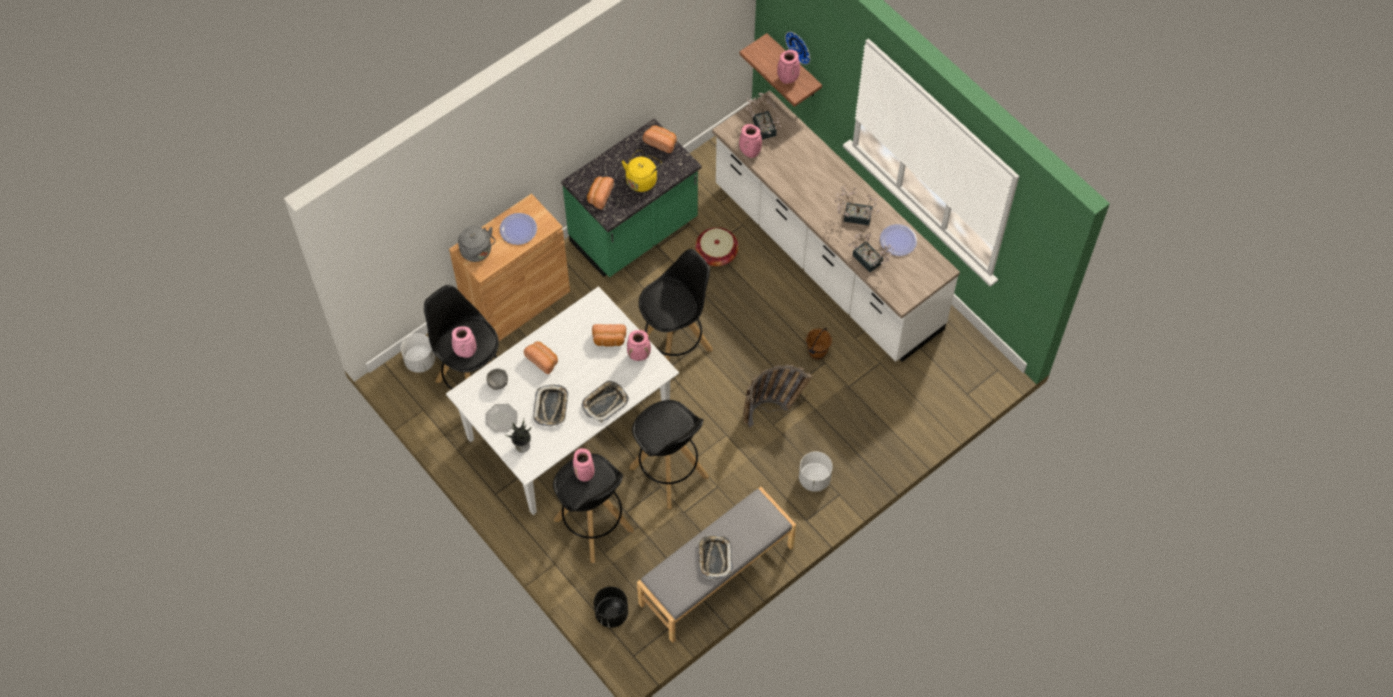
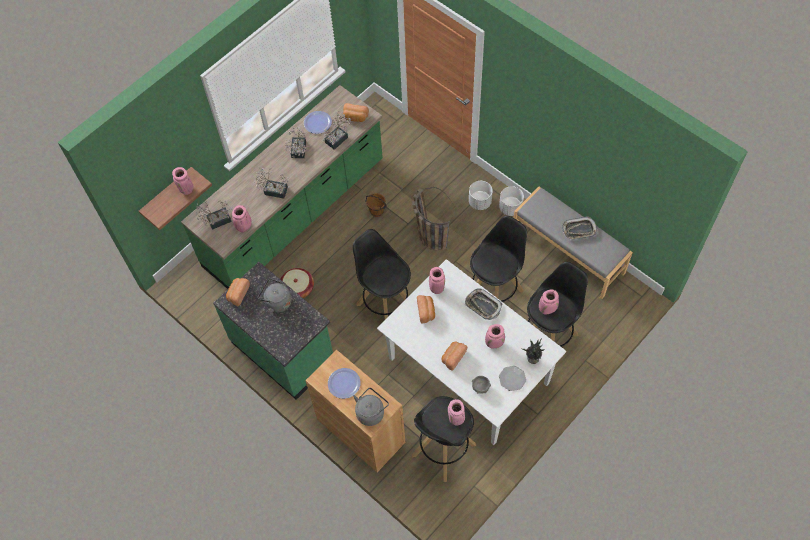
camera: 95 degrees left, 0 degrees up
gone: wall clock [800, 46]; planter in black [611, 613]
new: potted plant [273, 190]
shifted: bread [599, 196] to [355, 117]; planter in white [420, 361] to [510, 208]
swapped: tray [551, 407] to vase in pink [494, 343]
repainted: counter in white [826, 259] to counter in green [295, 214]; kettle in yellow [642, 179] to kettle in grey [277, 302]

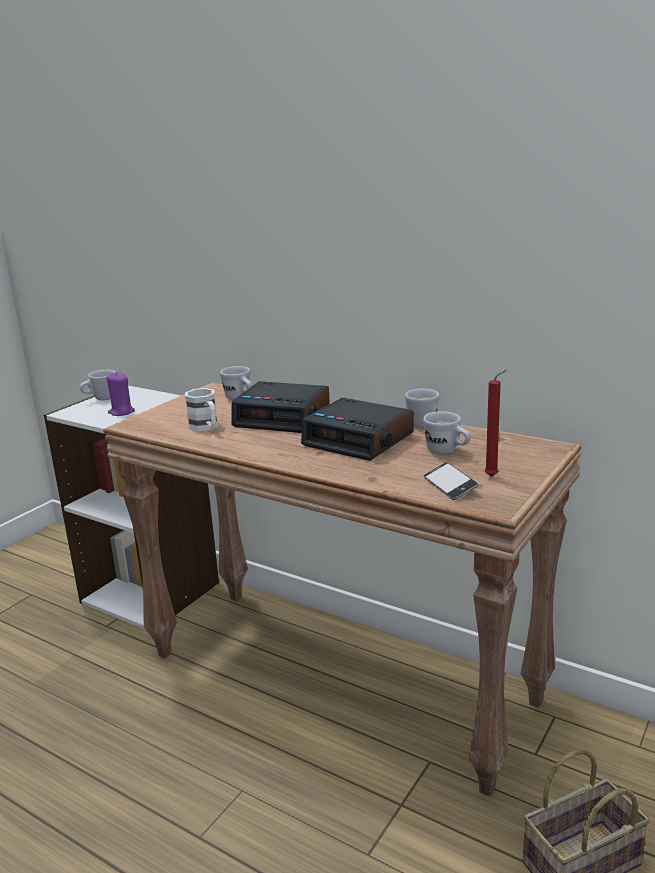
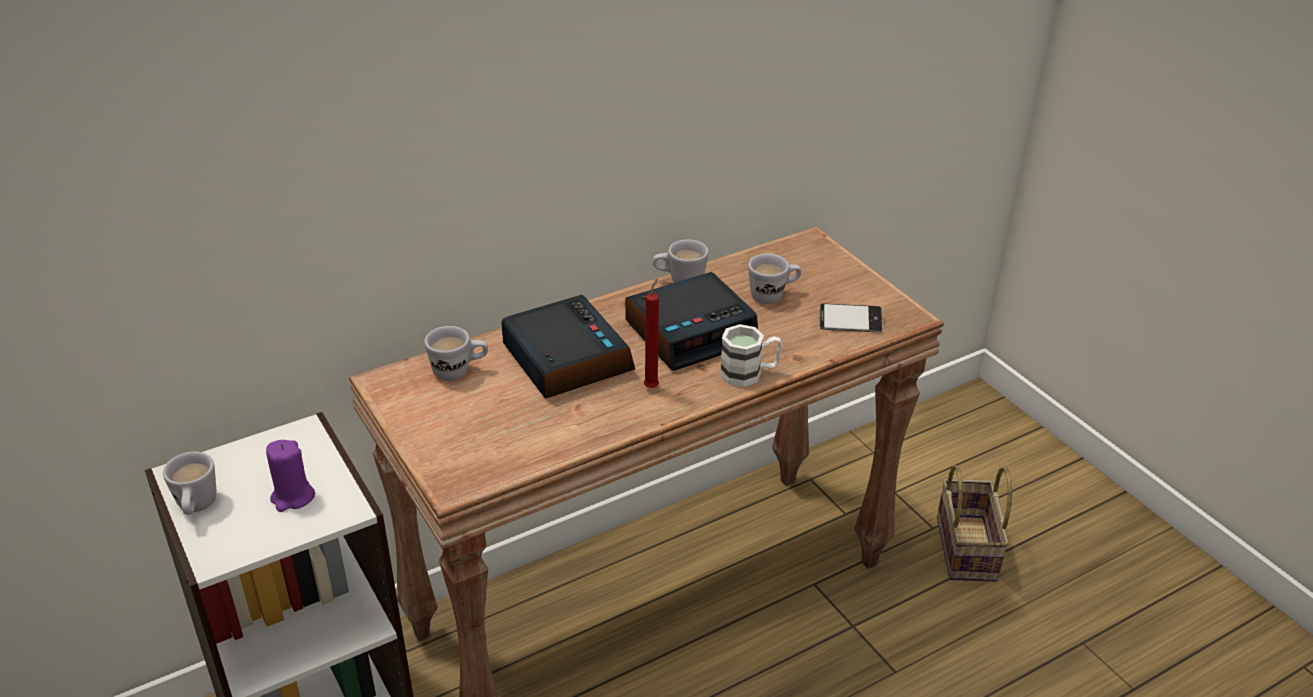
camera: 65 degrees left, 15 degrees up
shifted: candle in red [493, 476] to [652, 386]; mug in white [206, 427] to [749, 373]
rotated: alarm clock [283, 417] = [565, 358] 75 degrees counterclockwise

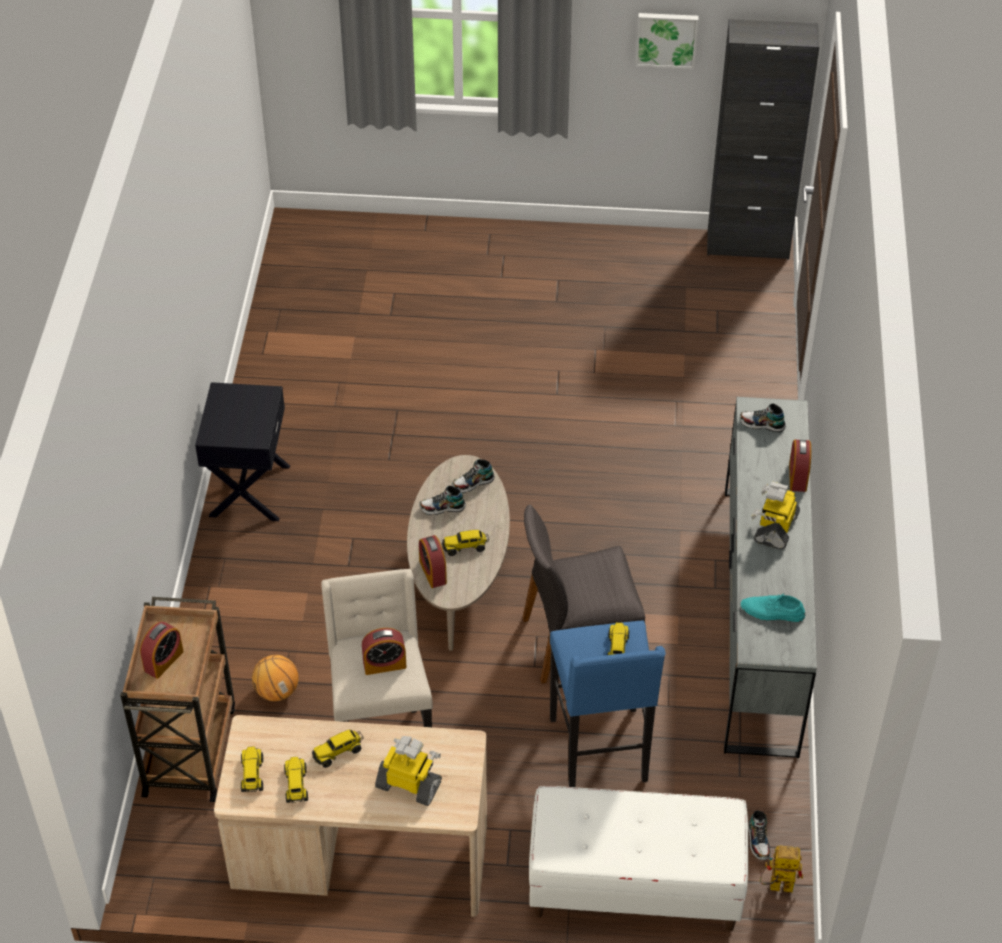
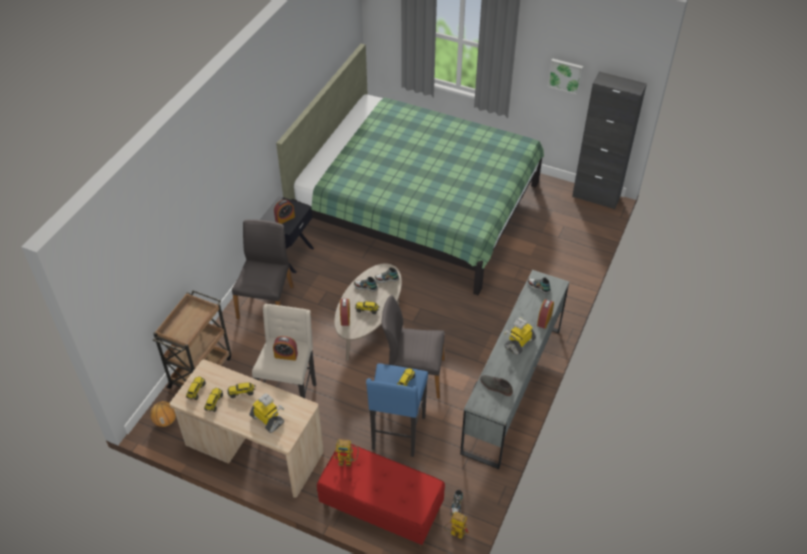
camera: 20 degrees right, 0 degrees up
new: bed in green [417, 207]; chair in grey [267, 302]; toy robot [348, 461]
shifted: alarm clock [163, 661] to [285, 218]; basketball [276, 691] to [165, 421]
repainted: shoe in turquoise [772, 612] to shoe in grey [496, 386]; bench in white [634, 886] to bench in red [381, 509]

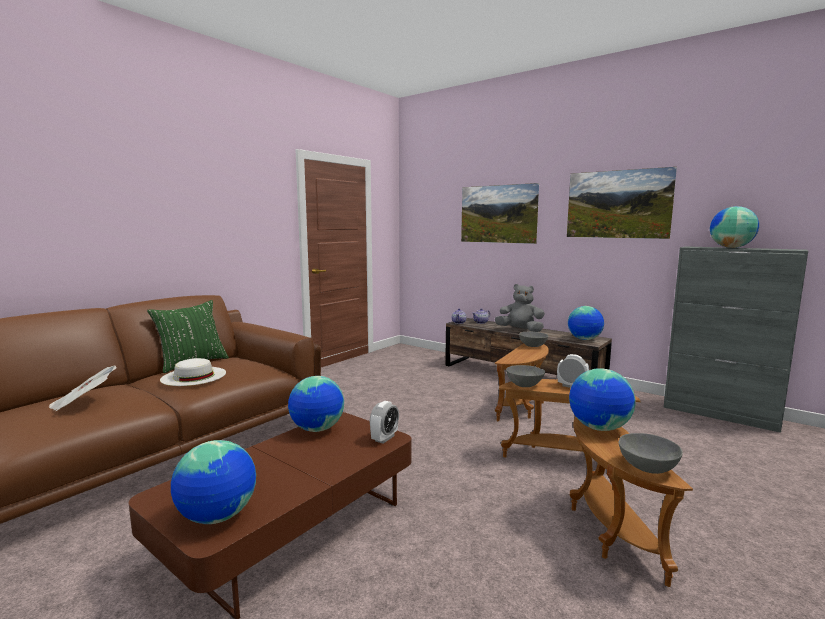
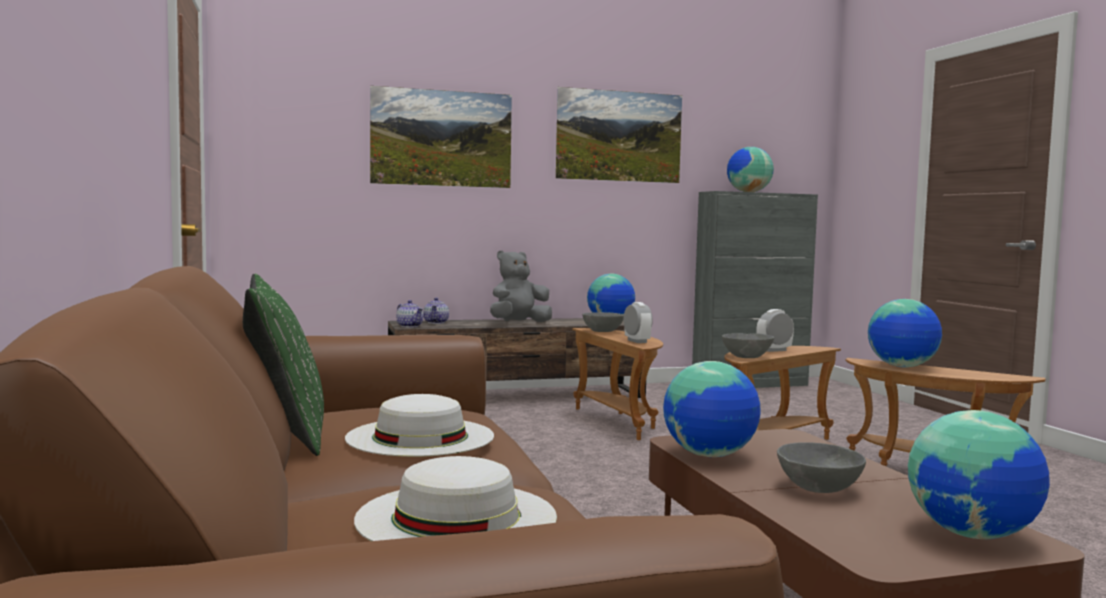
camera: 55 degrees left, 5 degrees down
shifted: alarm clock [384, 438] to [637, 341]; bowl in grey [647, 467] to [819, 488]
swapped: newspaper [83, 403] to hat in white [456, 517]

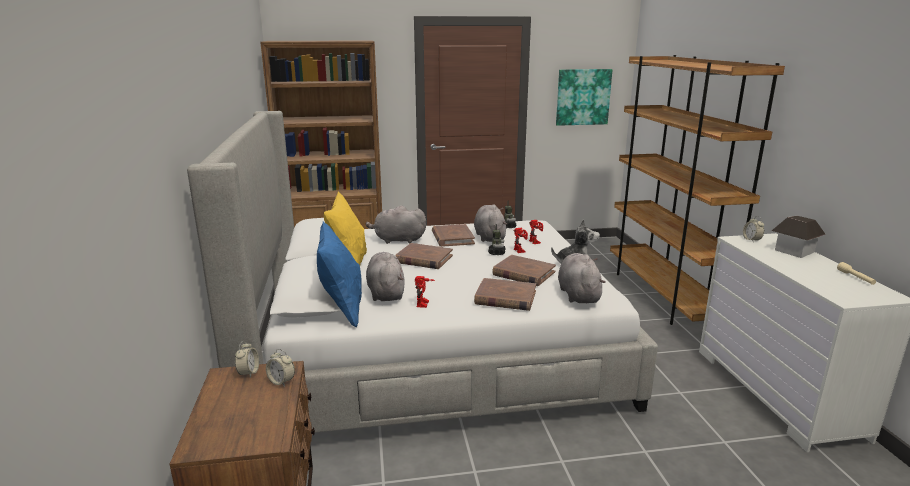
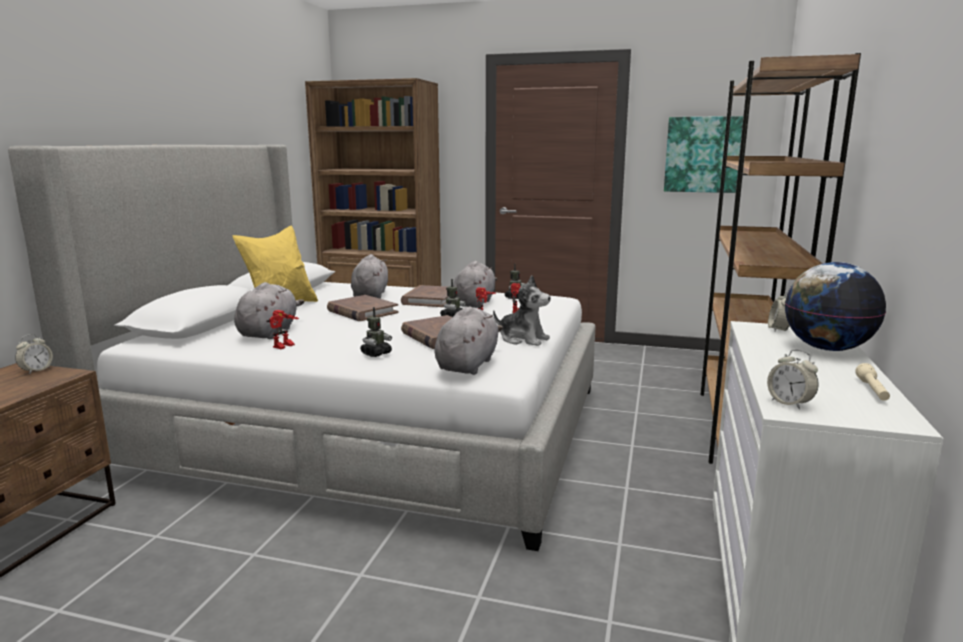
camera: 25 degrees right, 5 degrees down
gone: pillow in blue [342, 309]
shifted: alarm clock [281, 381] to [789, 403]
swapped: toy house [794, 251] to globe [827, 348]; book in brown [505, 298] to toy robot [376, 354]
rotated: plush toy in grey [397, 240] = [370, 295] 60 degrees clockwise

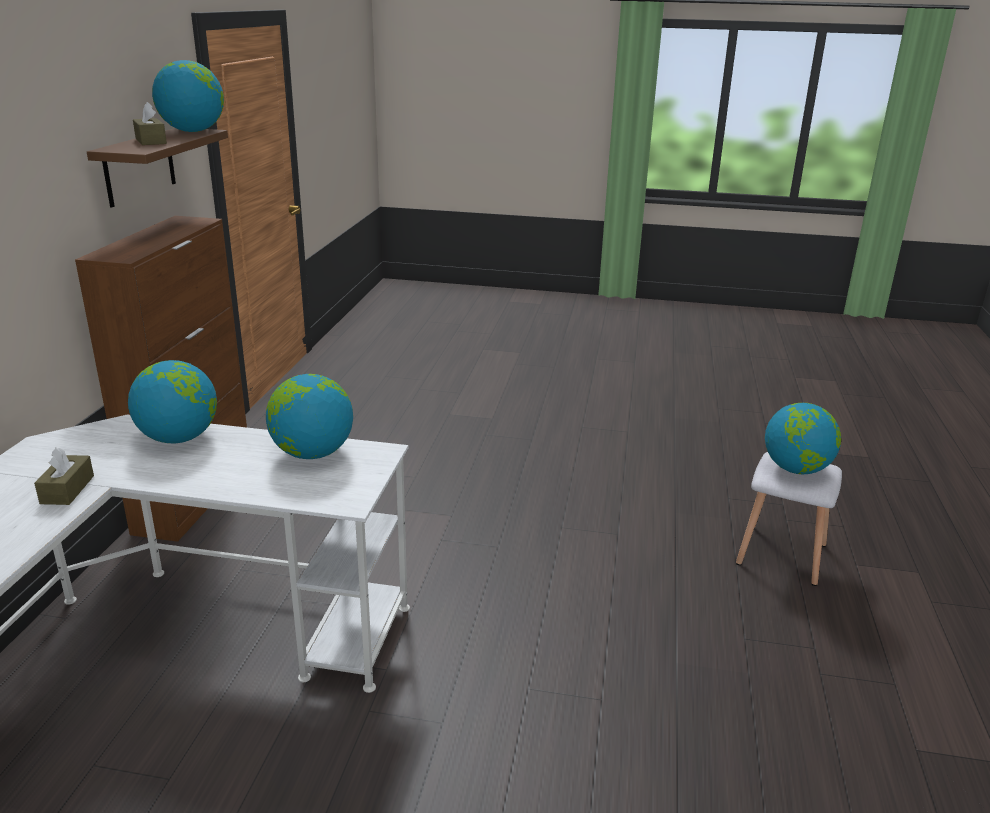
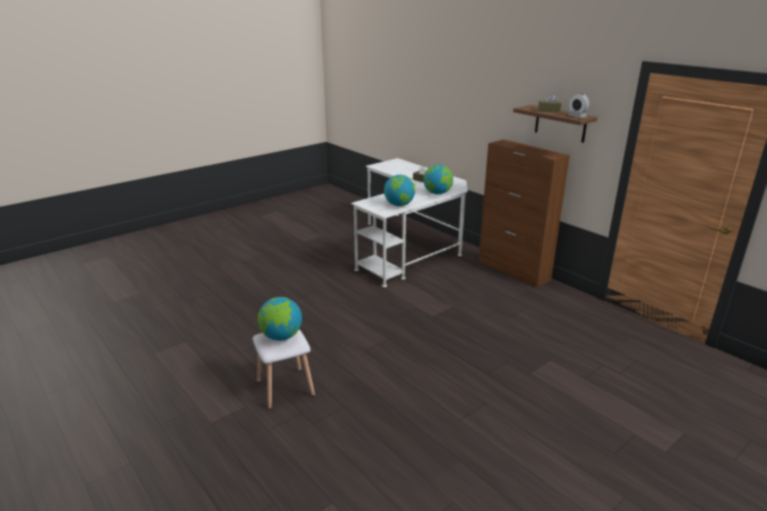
camera: 130 degrees right, 0 degrees up
swapped: globe [193, 131] to alarm clock [577, 116]

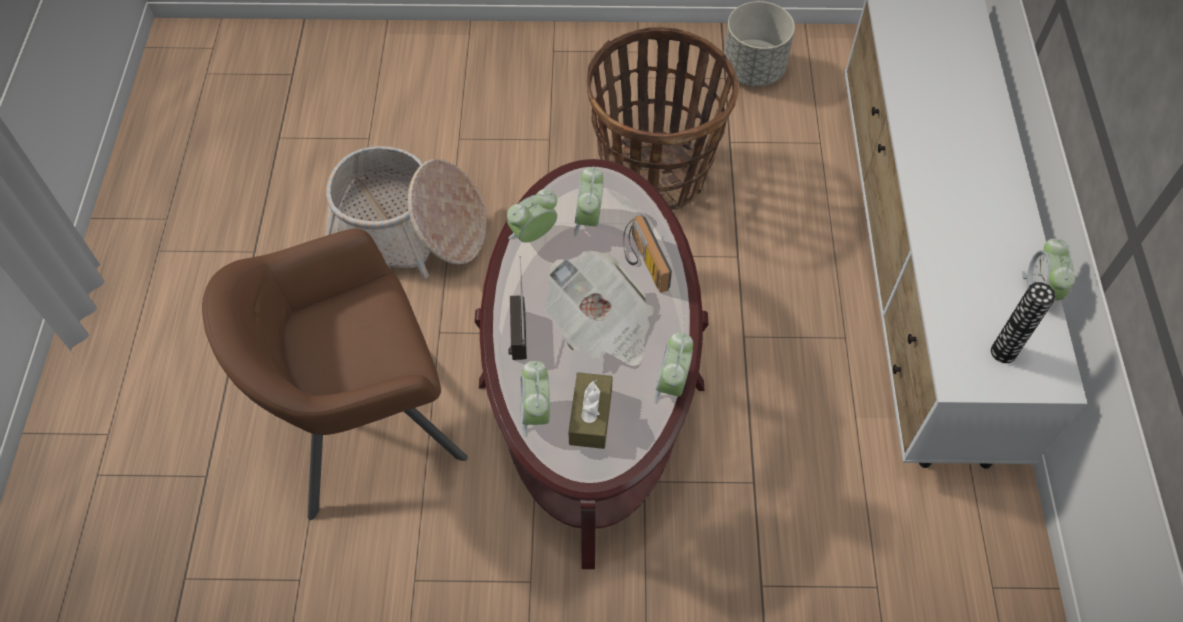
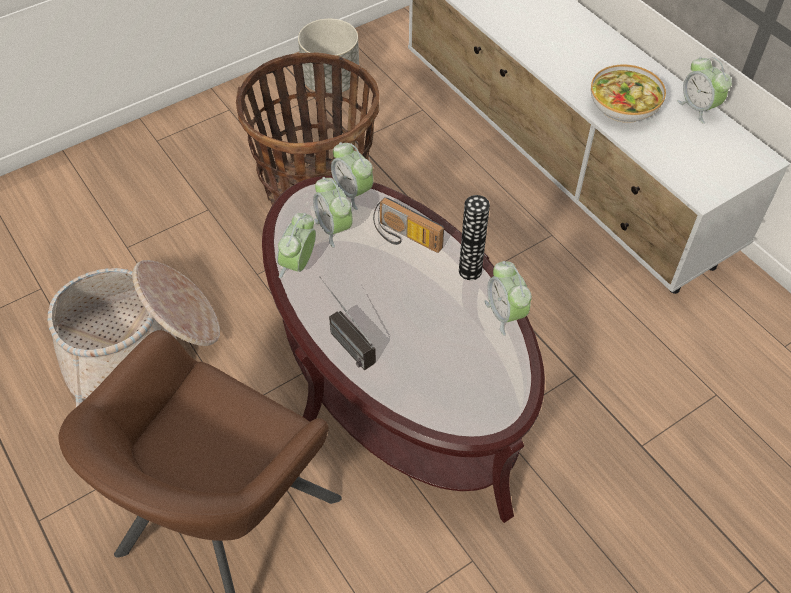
camera: 35 degrees left, 5 degrees down
gone: newspaper [601, 326]; tissue box in brown [590, 417]
new: bowl [623, 106]
shifted: vase [1003, 352] to [470, 271]; alarm clock [536, 413] to [353, 192]

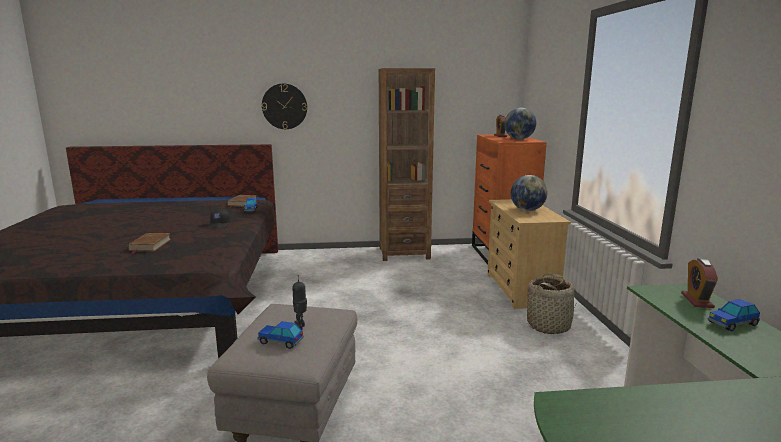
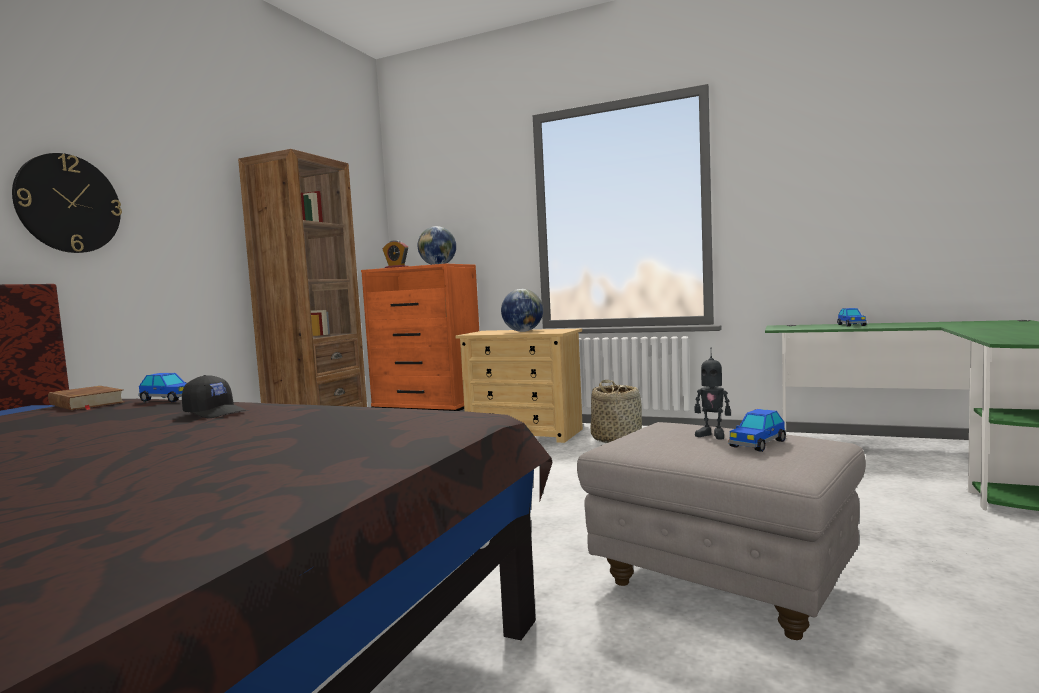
camera: 60 degrees left, 10 degrees down
gone: book in brown [150, 245]; alarm clock [697, 300]

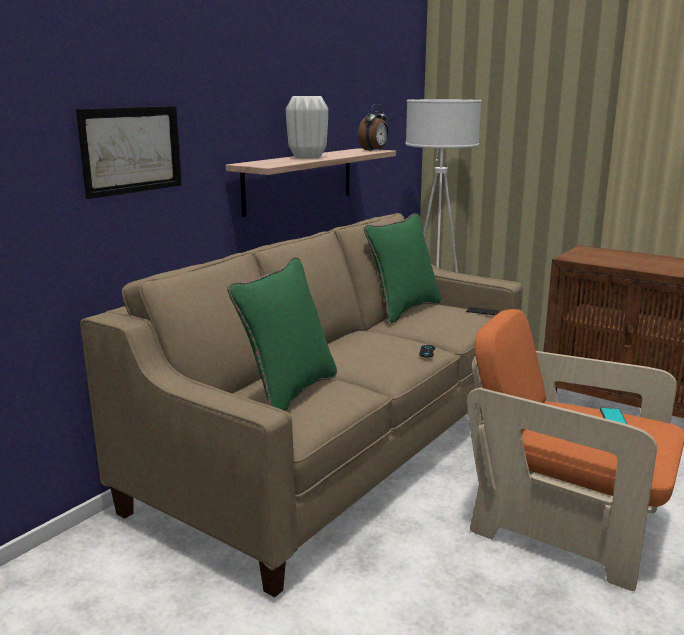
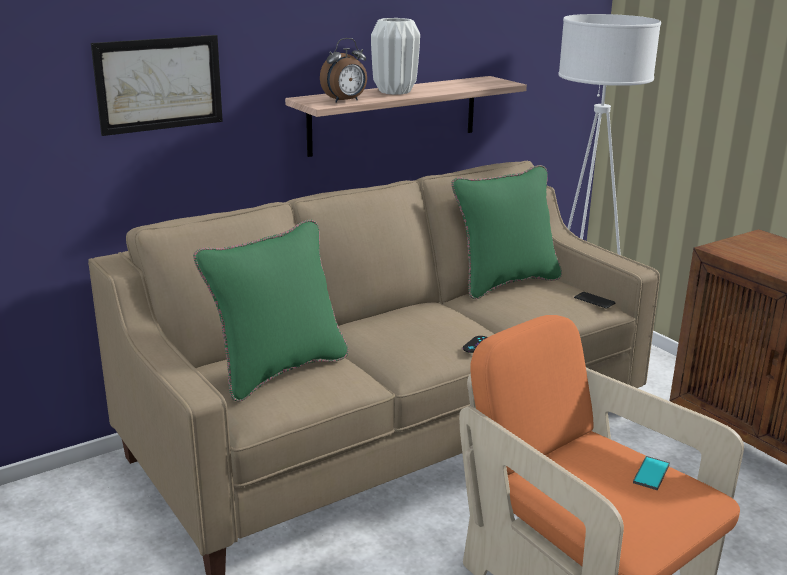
camera: 20 degrees right, 5 degrees up
shifted: alarm clock [374, 150] to [345, 101]

